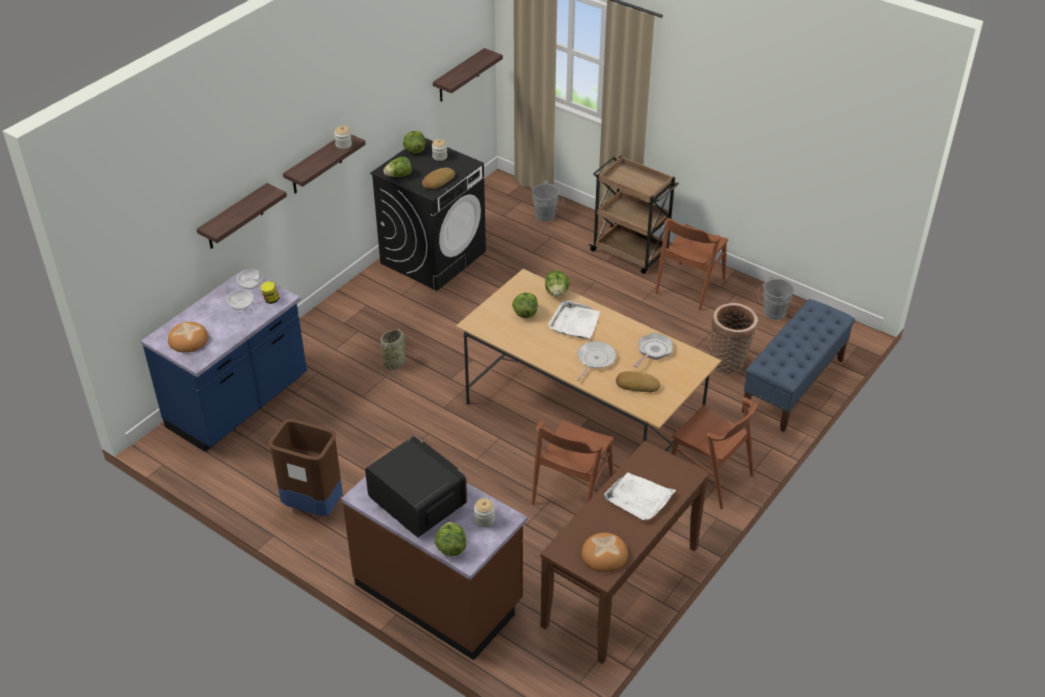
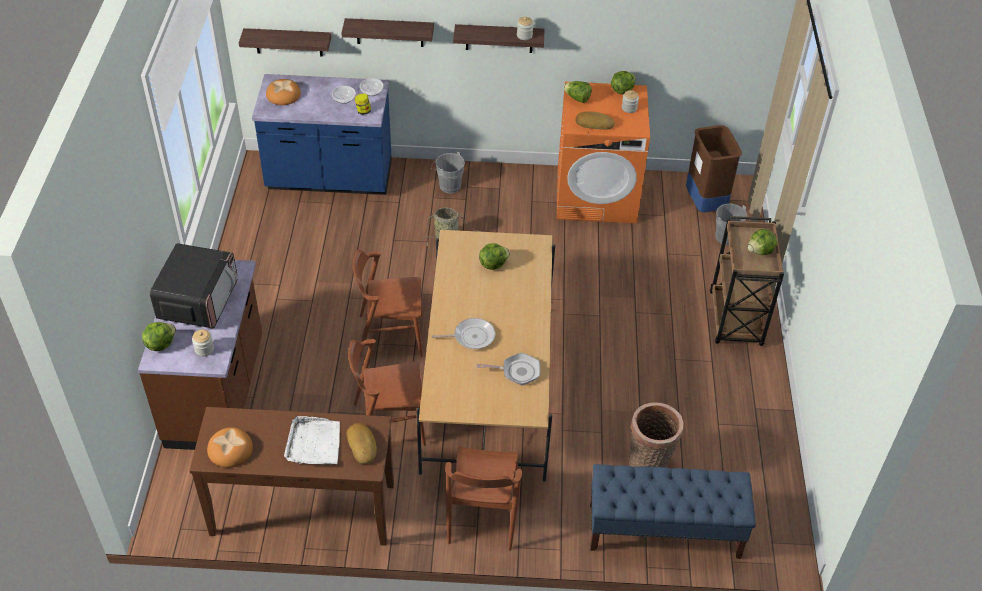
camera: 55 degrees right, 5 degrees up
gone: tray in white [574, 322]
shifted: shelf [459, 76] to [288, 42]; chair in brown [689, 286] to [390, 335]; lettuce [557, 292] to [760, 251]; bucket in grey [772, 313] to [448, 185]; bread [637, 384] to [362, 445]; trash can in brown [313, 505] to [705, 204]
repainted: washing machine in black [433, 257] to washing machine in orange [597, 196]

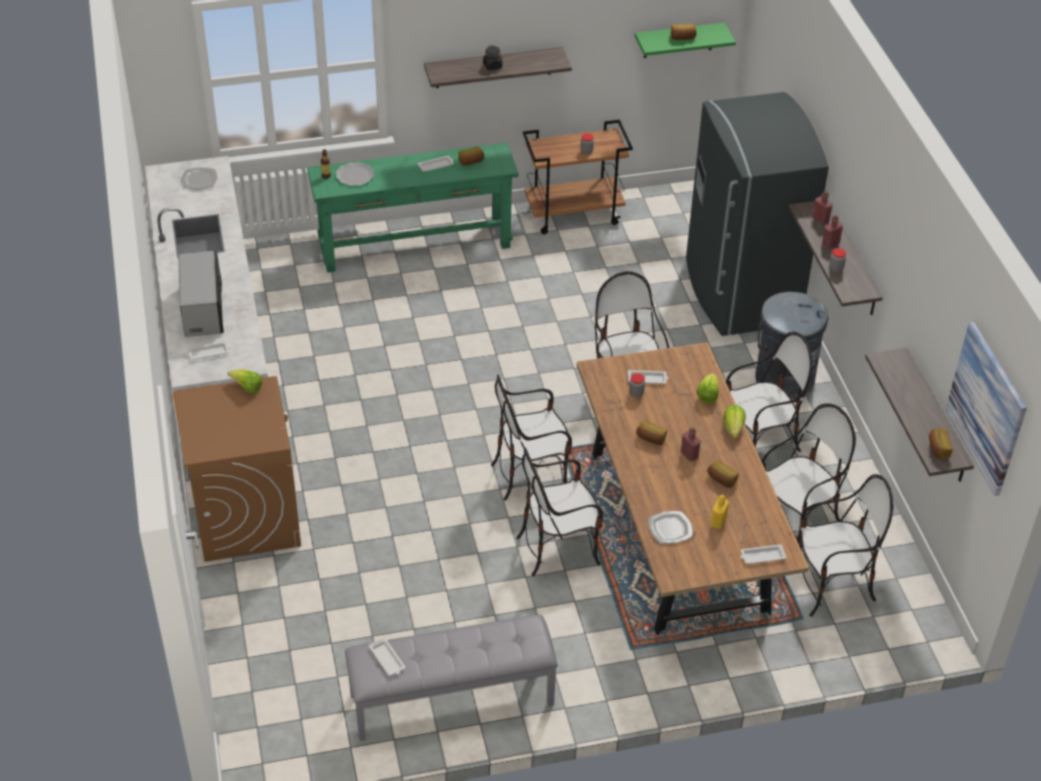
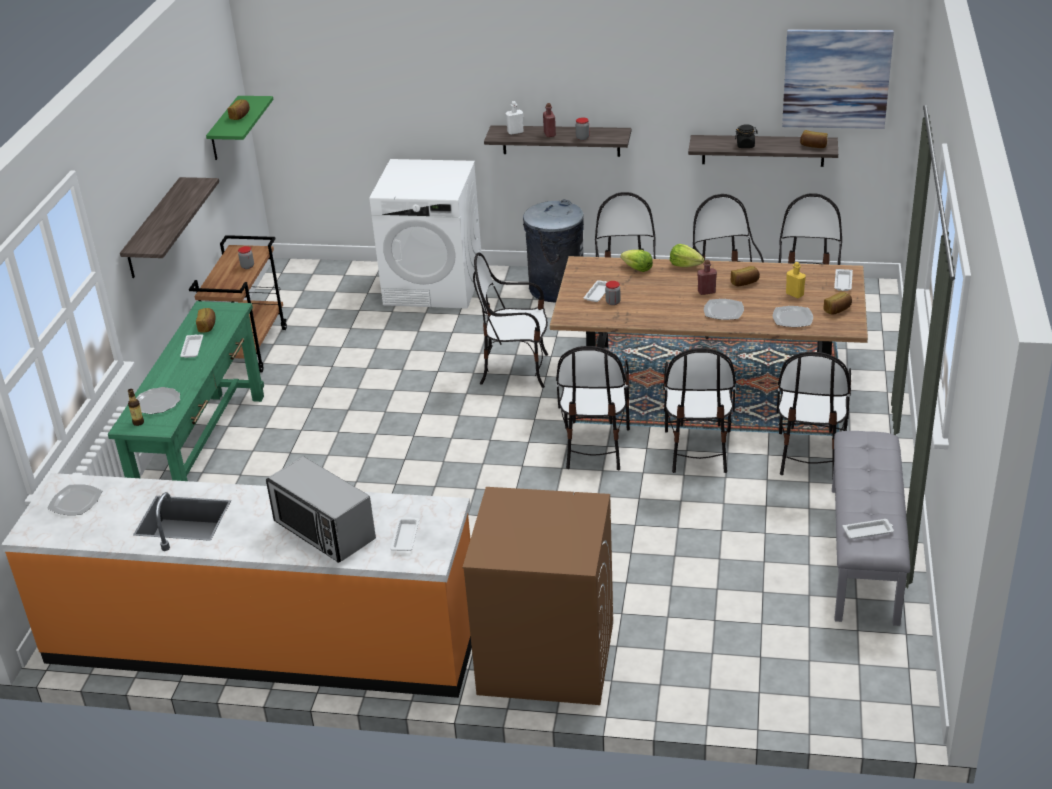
camera: 65 degrees left, 10 degrees down
gone: lettuce [247, 388]
new: plate [723, 311]; chair [809, 455]
shifted: jar in black [492, 66] to [745, 145]; bread [651, 439] to [837, 310]
swapped: fridge in grey [739, 293] to washing machine in white [434, 286]
repainted: bottle in red [820, 219] to bottle in white [515, 132]
rotated: microwave [203, 309] = [324, 531] 150 degrees counterclockwise

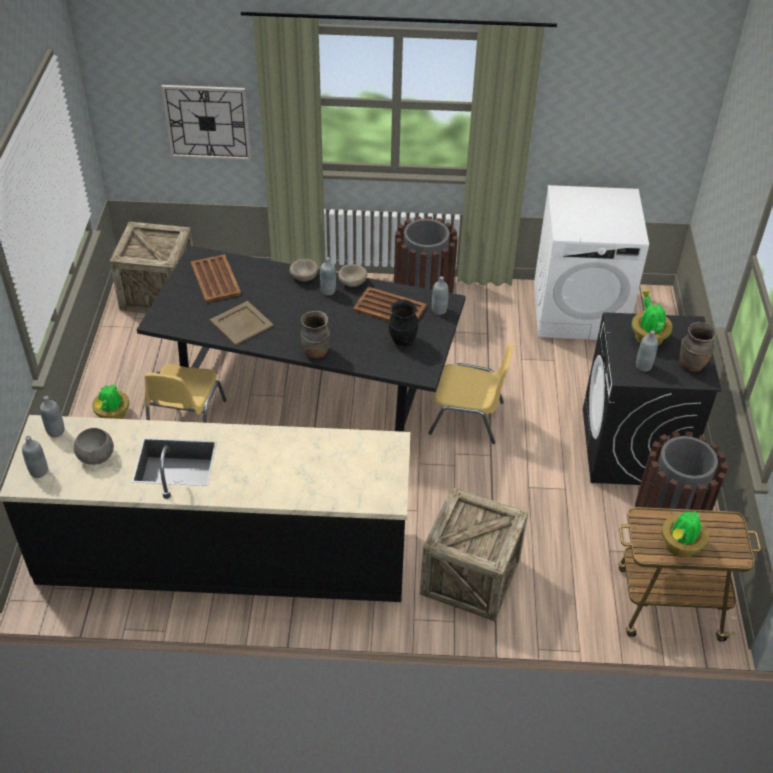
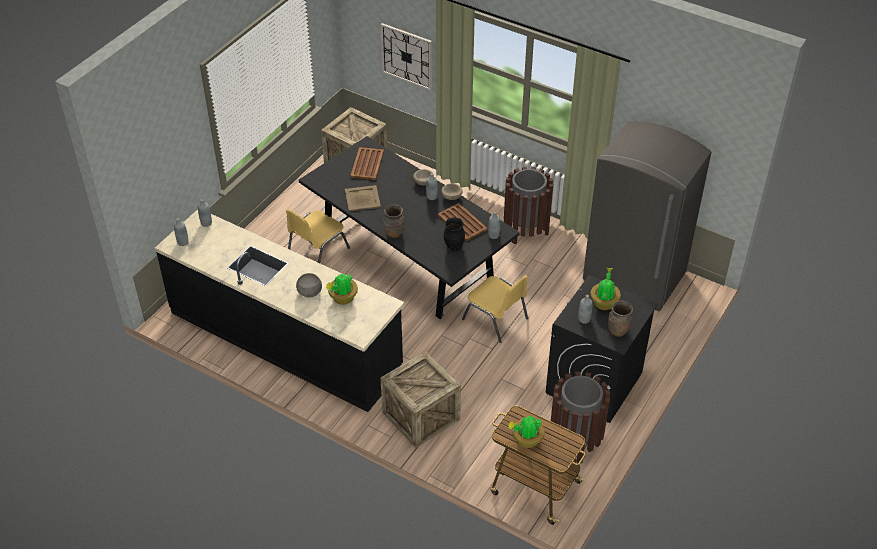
camera: 30 degrees right, 0 degrees up
shifted: potted plant [112, 416] to [342, 298]; bowl in grey [96, 455] to [309, 292]
swapped: washing machine in white [579, 311] to fridge in grey [634, 277]

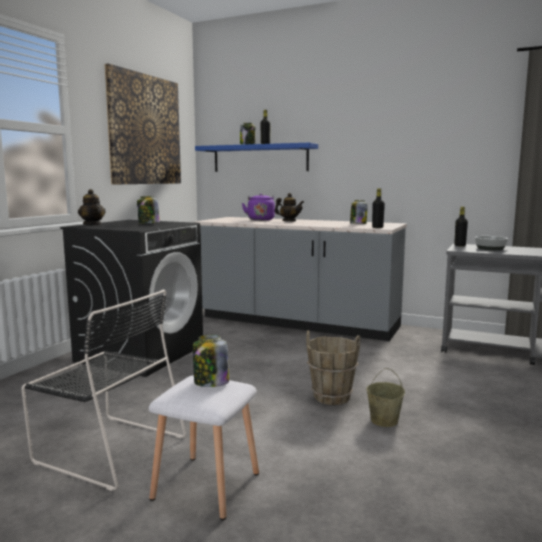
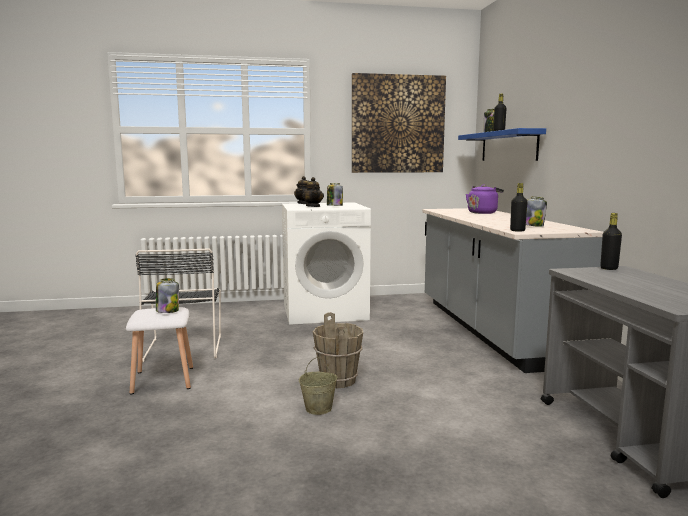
camera: 55 degrees right, 0 degrees up
gone: bowl [489, 248]
shifted: teapot [289, 221] to [313, 206]
repainted: washing machine in black [141, 353] to washing machine in white [325, 311]

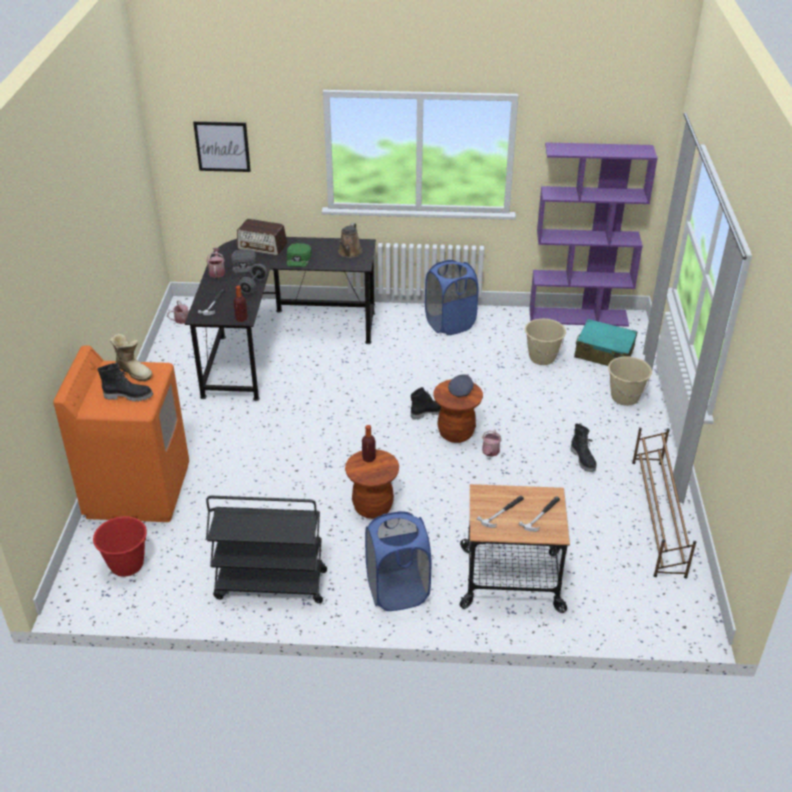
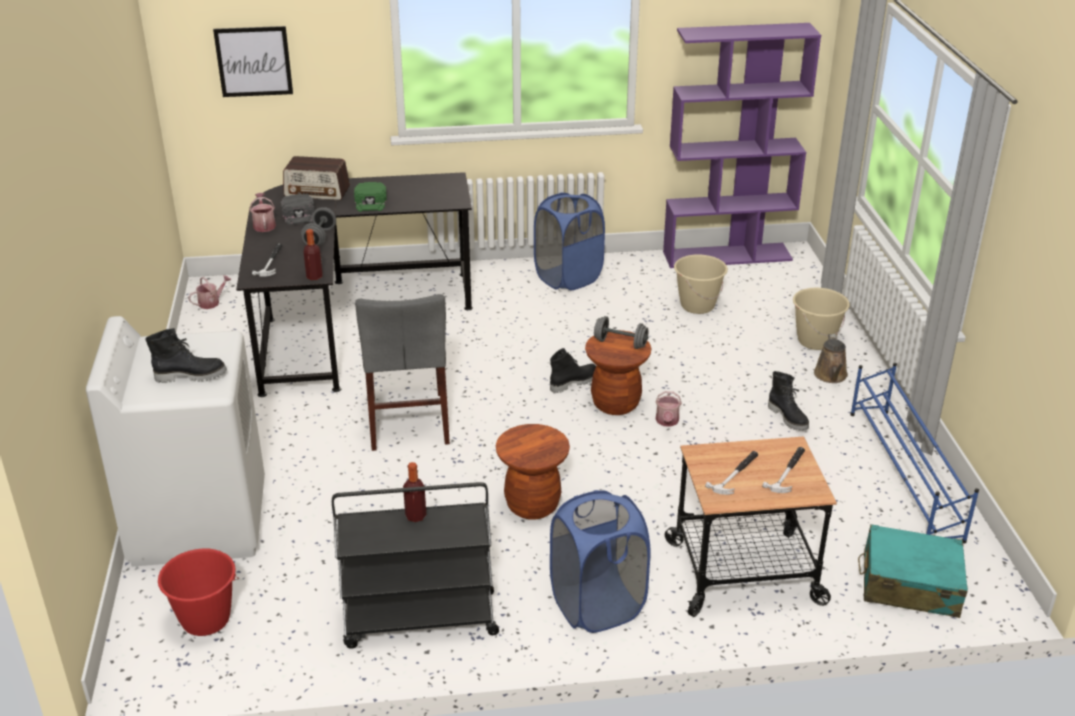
camera: 10 degrees left, 5 degrees down
gone: boot [134, 371]
new: chair in grey [408, 421]
shifted: watering can in brown [349, 253] to [831, 376]; suitcase in turquoise [604, 353] to [909, 584]; bottle [369, 458] to [415, 516]
swapped: cap in grey [460, 390] to dumbbell in grey [620, 343]
repainted: washing machine in orange [138, 490] to washing machine in white [199, 521]; shoe rack in brown [657, 517] to shoe rack in blue [904, 475]

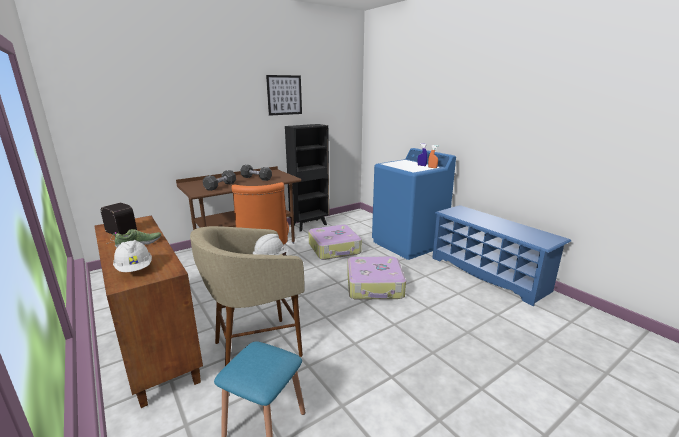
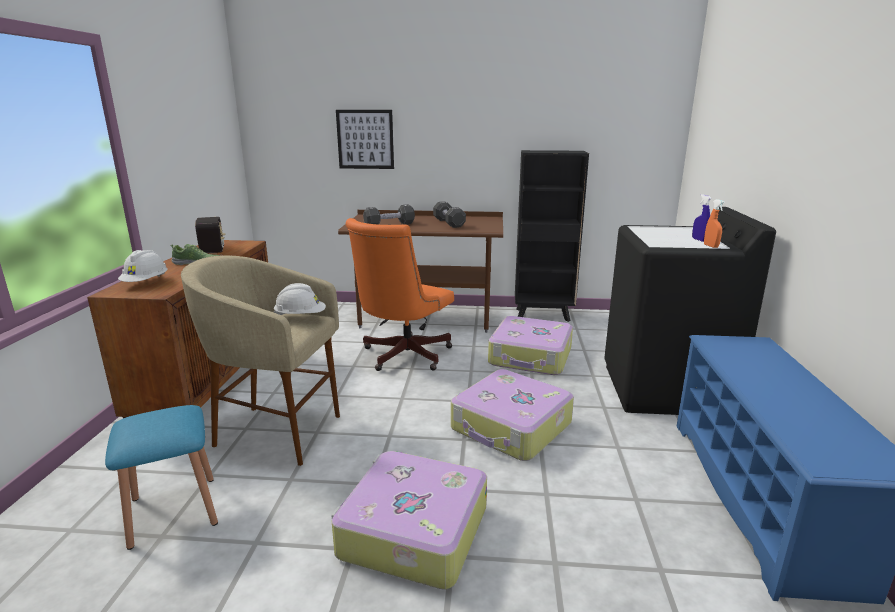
camera: 40 degrees right, 0 degrees up
new: suitcase [412, 531]
shifted: picture [284, 95] to [365, 139]
repainted: washing machine in blue [408, 244] to washing machine in black [665, 389]

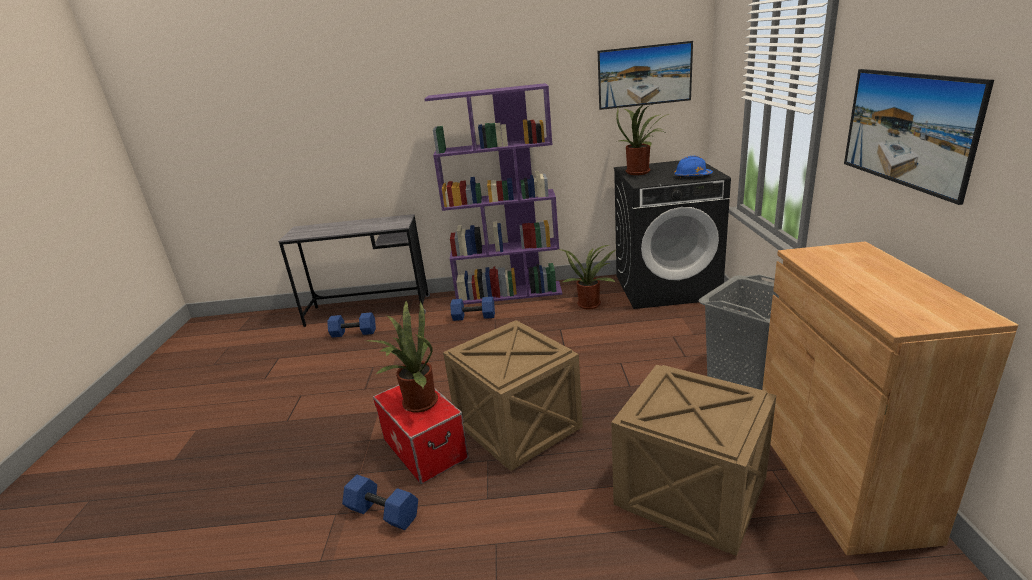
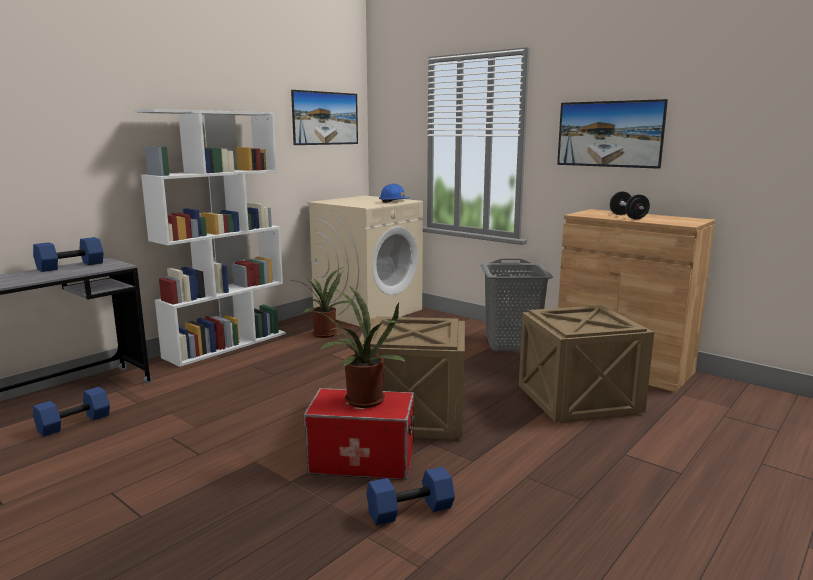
camera: 50 degrees left, 10 degrees down
gone: potted plant [640, 172]
new: dumbbell in black [628, 217]
shifted: dumbbell in blue [474, 316] to [71, 266]
repainted: bookcase in purple [509, 293] to bookcase in white [227, 345]; washing machine in black [666, 287] to washing machine in beige [368, 311]

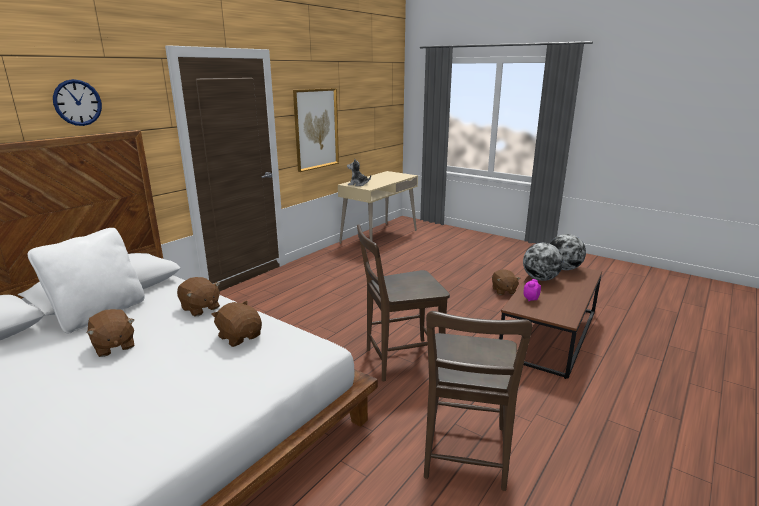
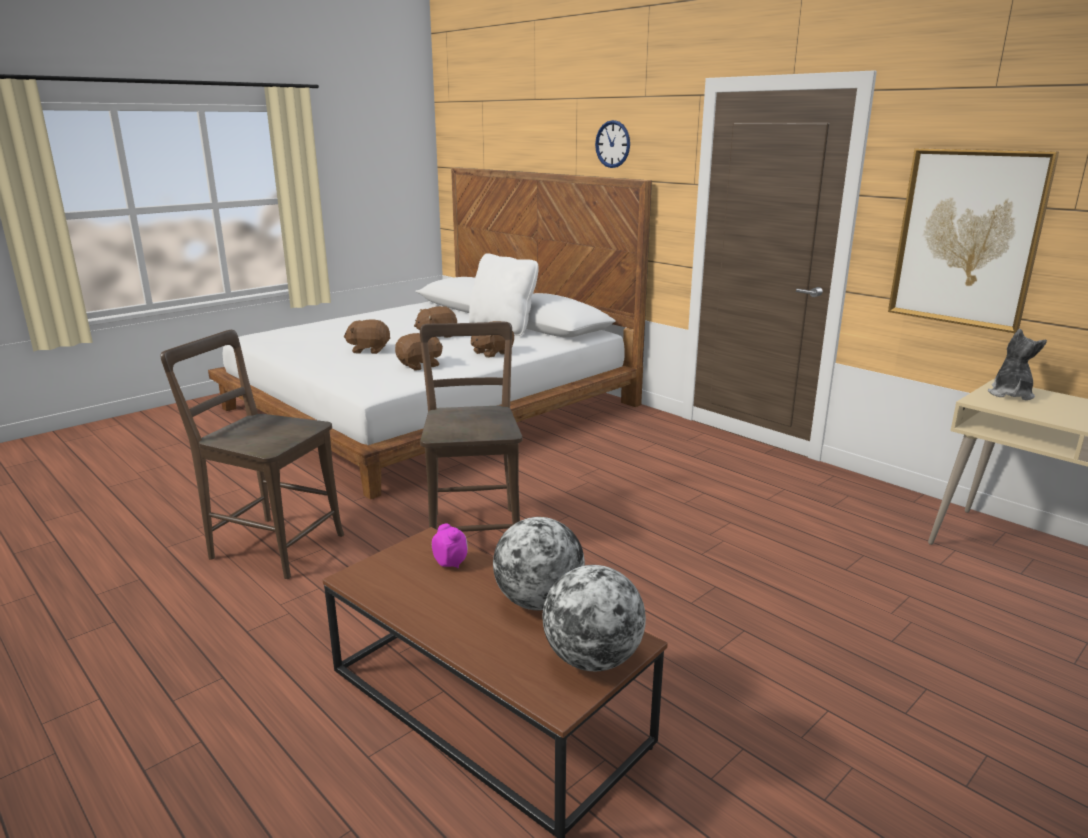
camera: 100 degrees right, 0 degrees up
shifted: plush toy in brown [503, 291] to [369, 350]

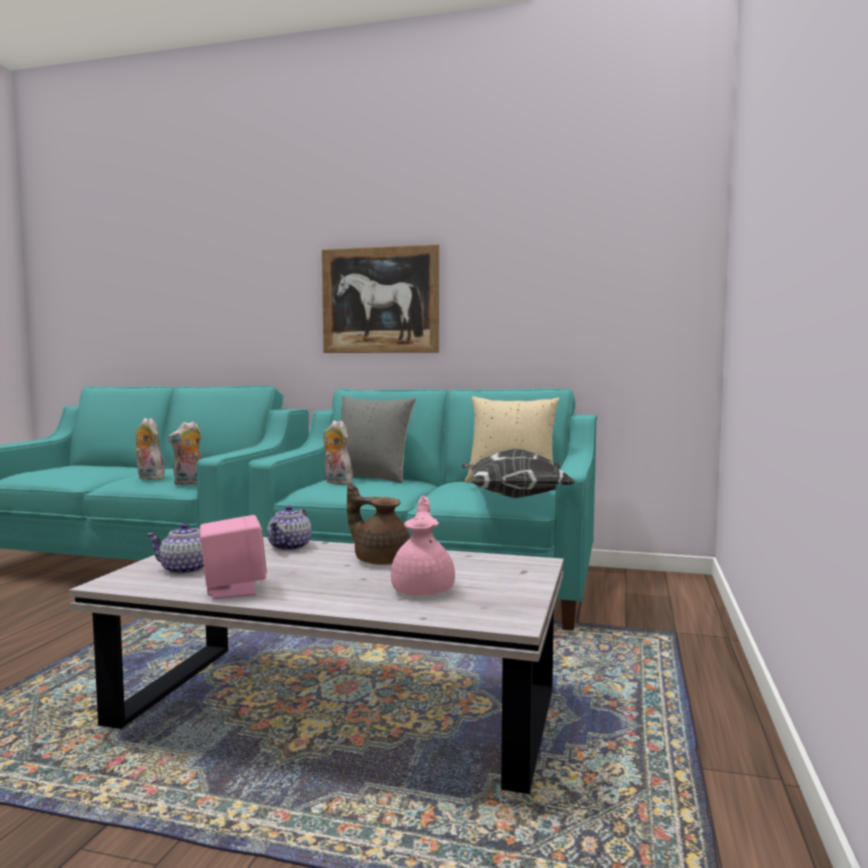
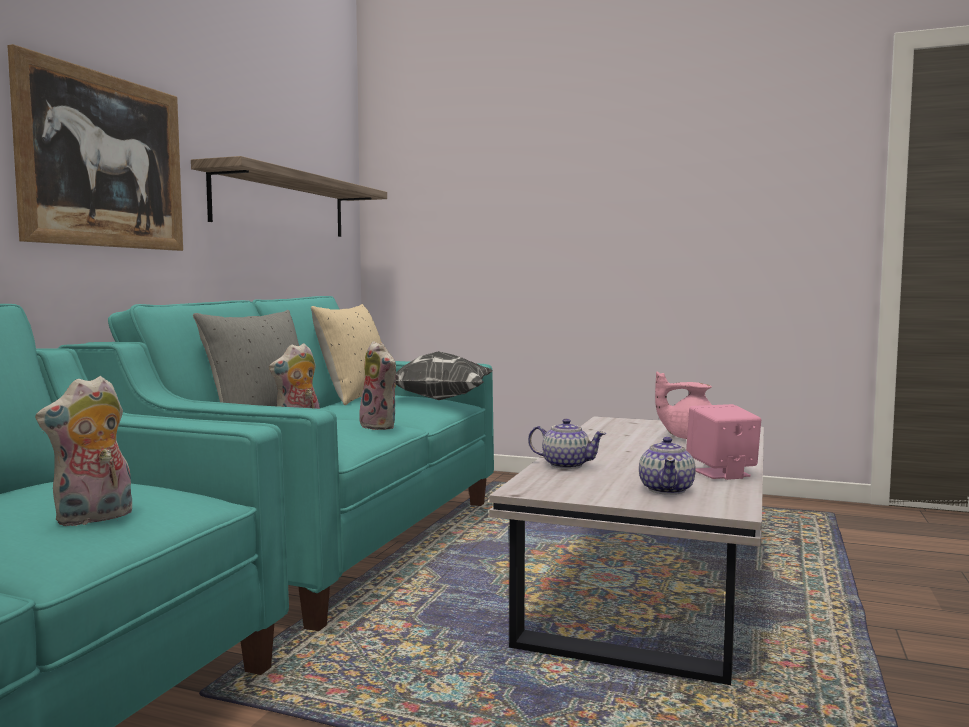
camera: 85 degrees left, 0 degrees up
gone: teapot in brown [380, 560]
new: shelf [282, 204]
shifted: plush toy [189, 483] to [381, 426]

